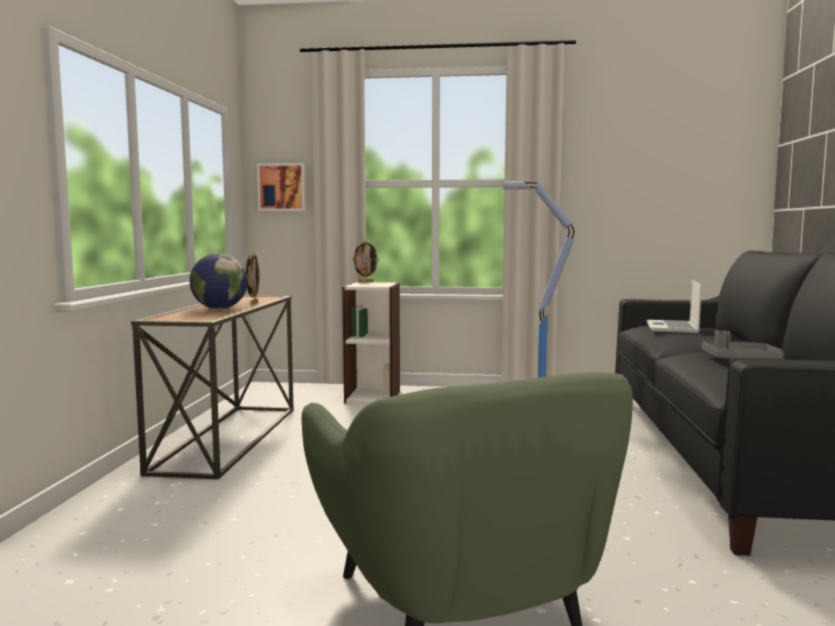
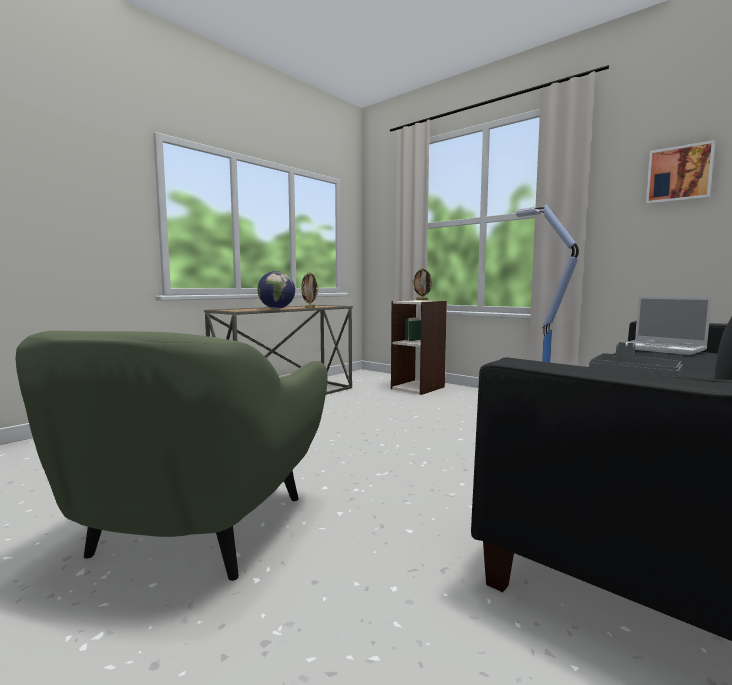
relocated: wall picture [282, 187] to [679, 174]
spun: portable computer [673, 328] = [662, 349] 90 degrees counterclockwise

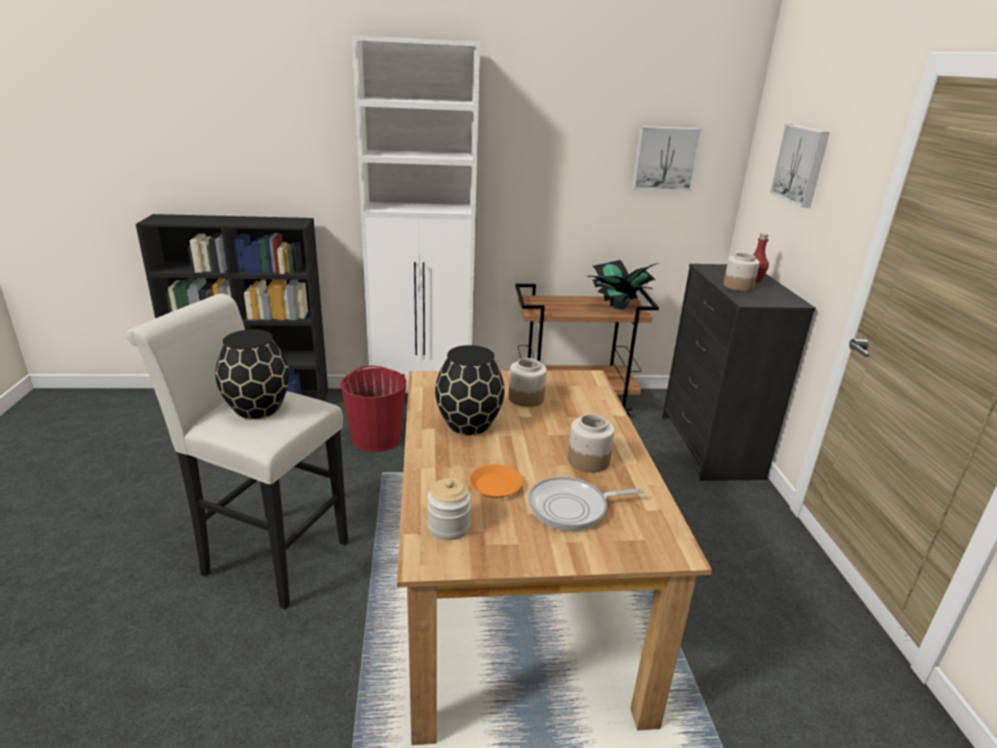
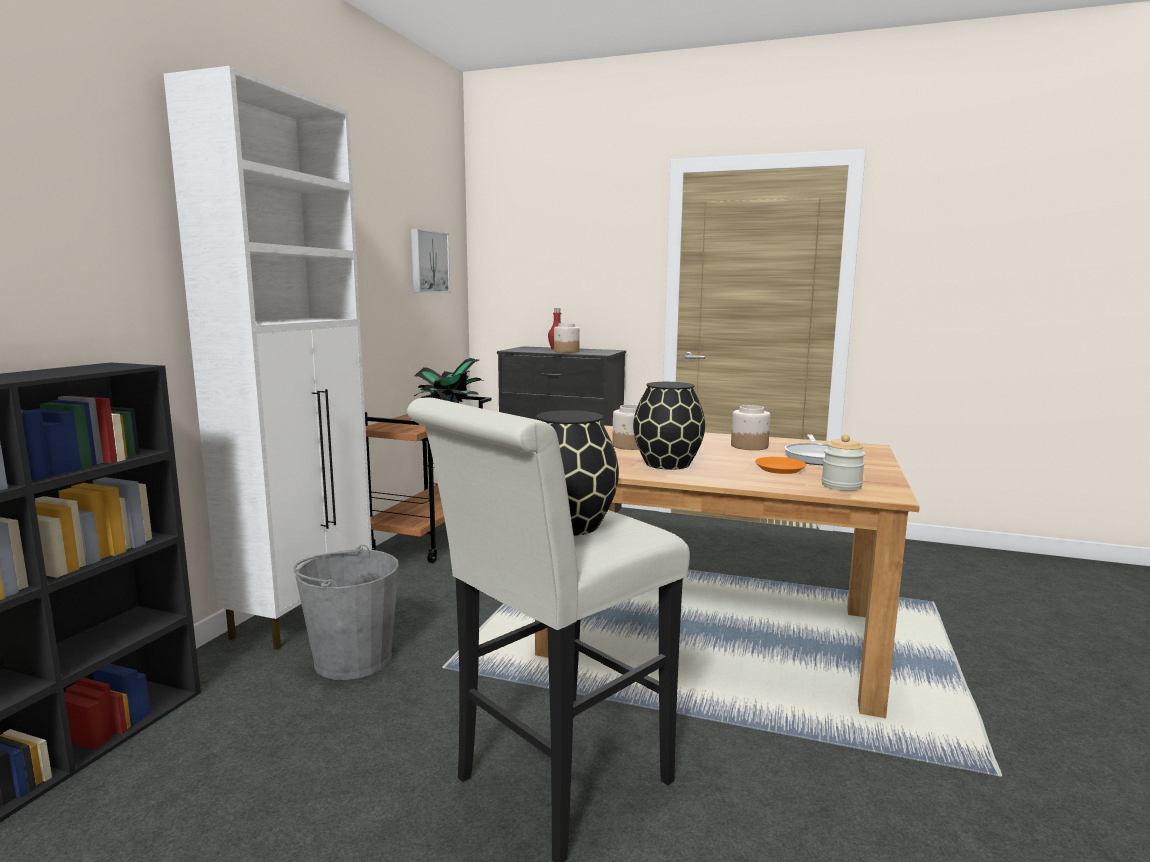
missing: wall picture [801, 165]
colour: red water bucket [376, 438] to gray water bucket [352, 659]

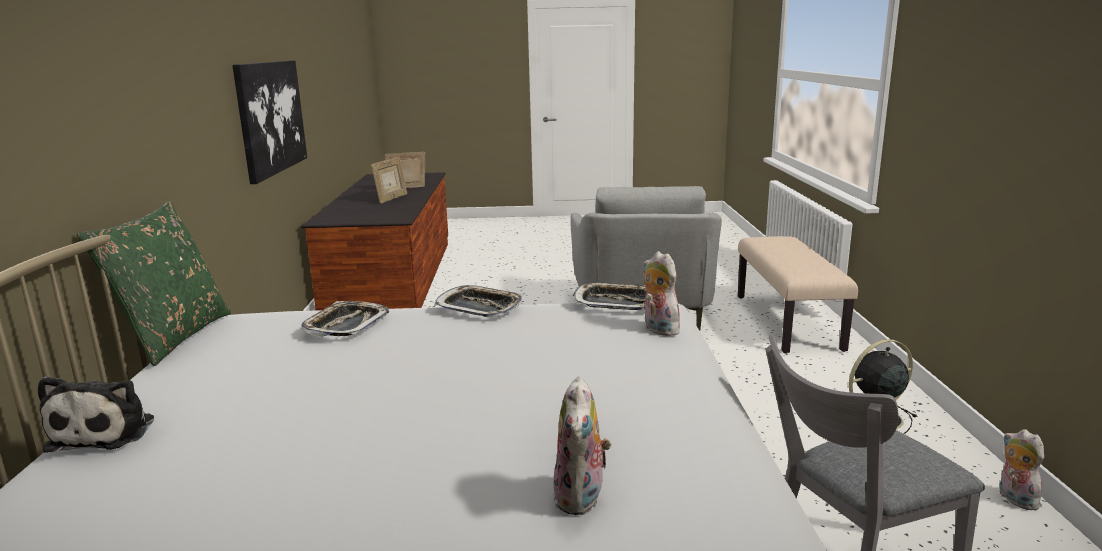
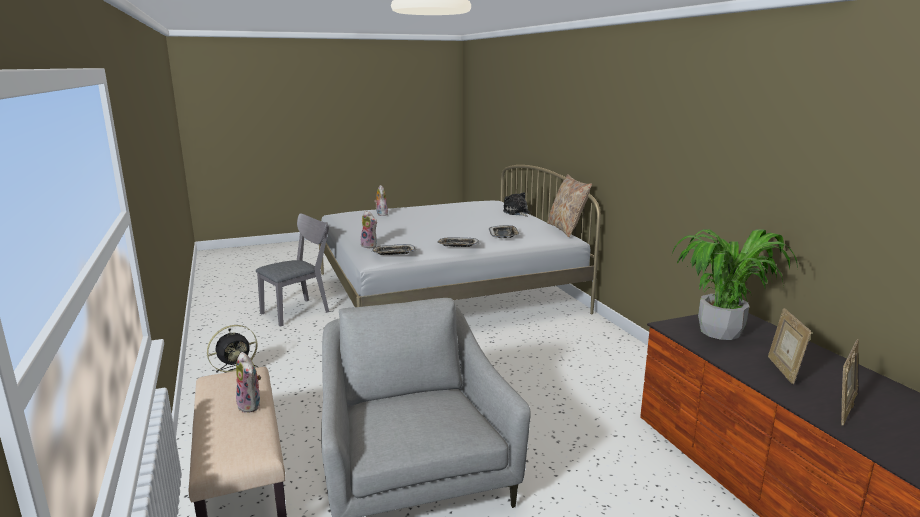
missing: wall picture [271, 117]
appeared: plant in a pot [720, 331]
relocated: soft toy [1014, 499] to [251, 405]
colour: greenish cushion [173, 337] to beige-coloured cushion [566, 229]

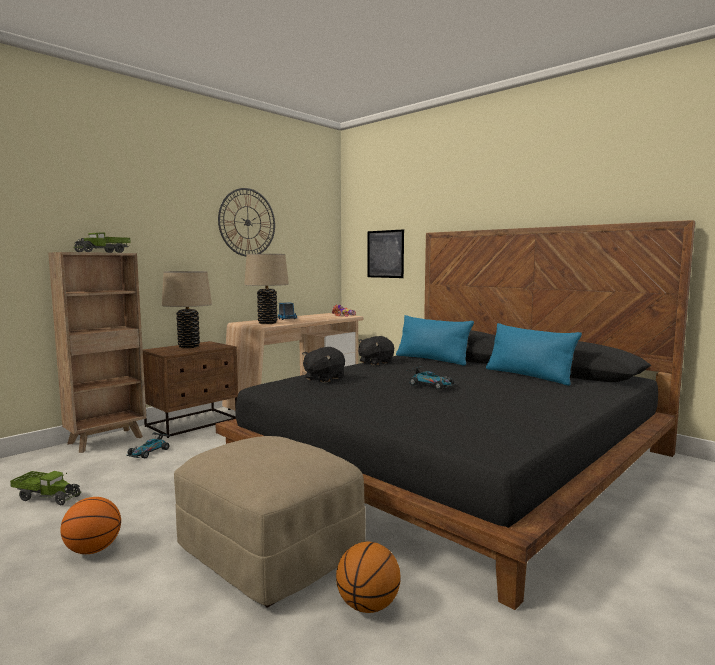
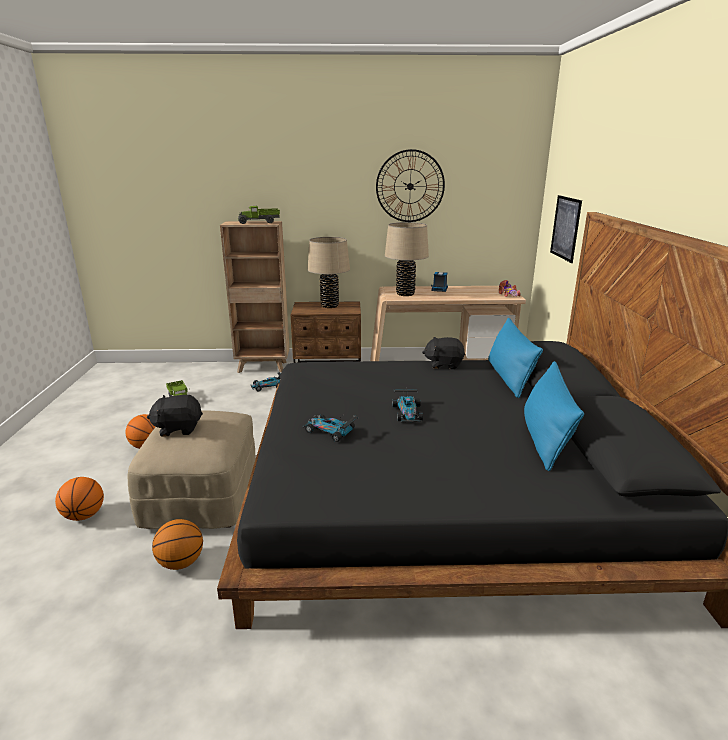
appeared: miniature car [330, 431]; basketball ball [84, 515]
relocated: blackish soft toy [323, 378] to [178, 428]

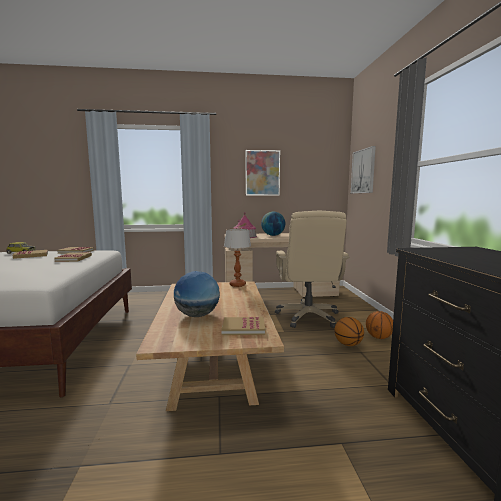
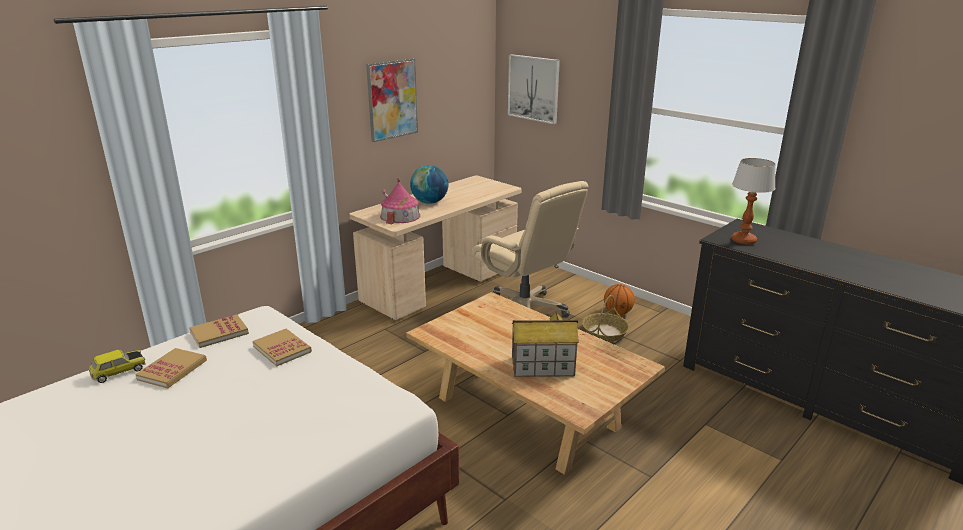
missing: bound book [243, 328]
relocated: lamp for a table [237, 285] to [743, 241]
exchanged: globe [197, 315] to toy house [542, 366]; basketball ball [348, 344] to storage basket [605, 333]

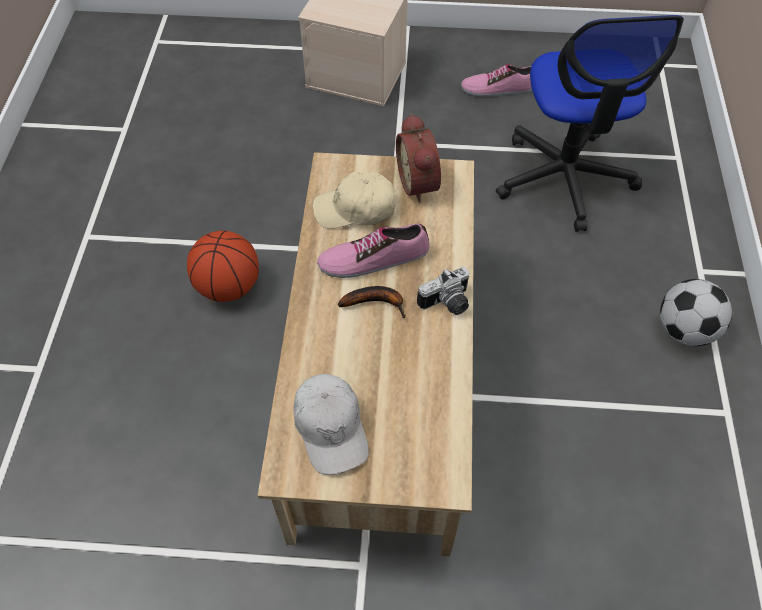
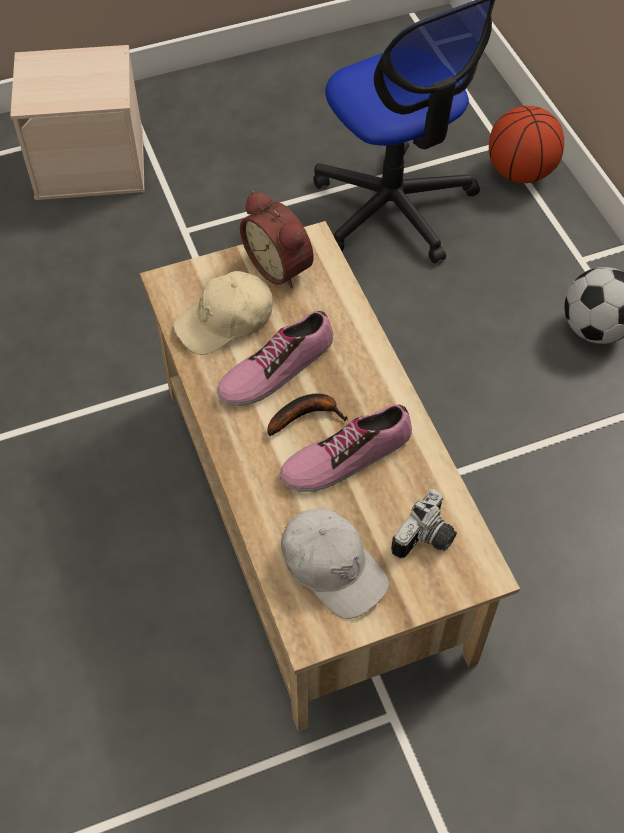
relocated: item of footwear [498, 88] to [346, 456]; basketball ball [229, 287] to [520, 173]; photo camera [447, 304] to [427, 539]

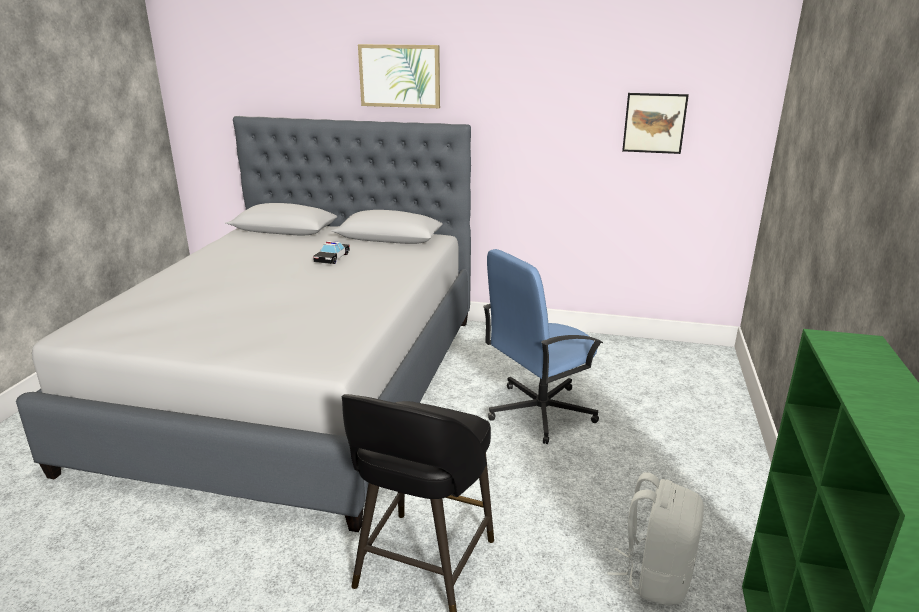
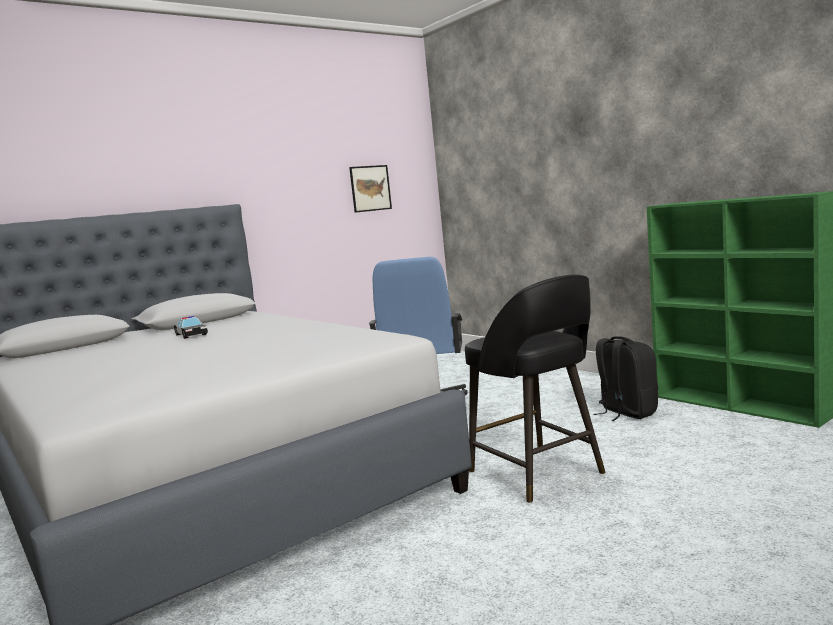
missing: wall picture [400, 76]
colour: white knapsack [655, 576] to blackish knapsack [626, 413]

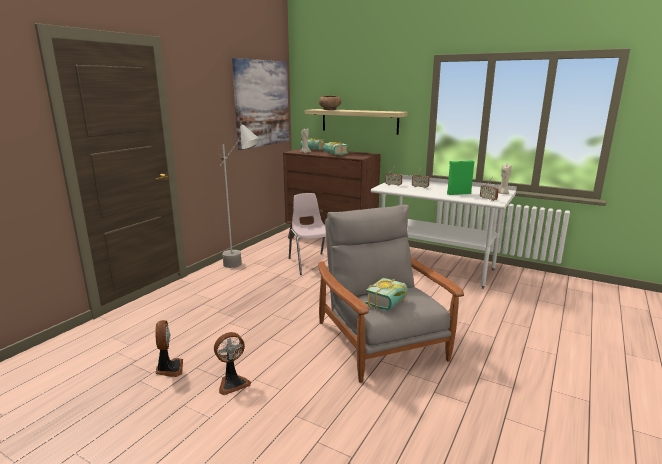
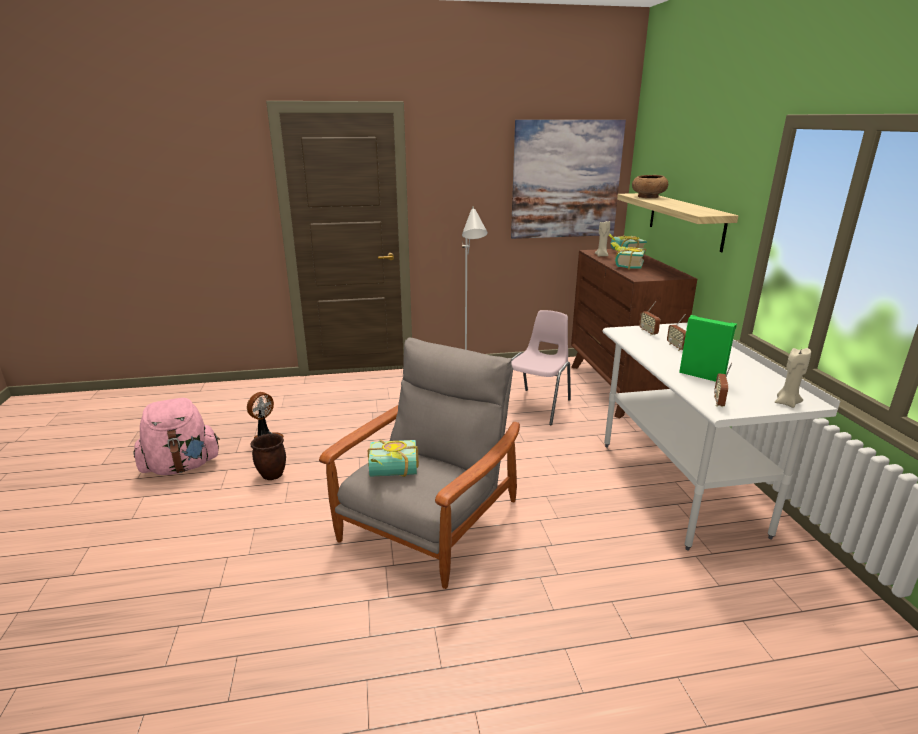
appeared: pink-coloured knapsack [181, 466]
exchanged: fan [232, 383] to brownish flower pot [273, 475]

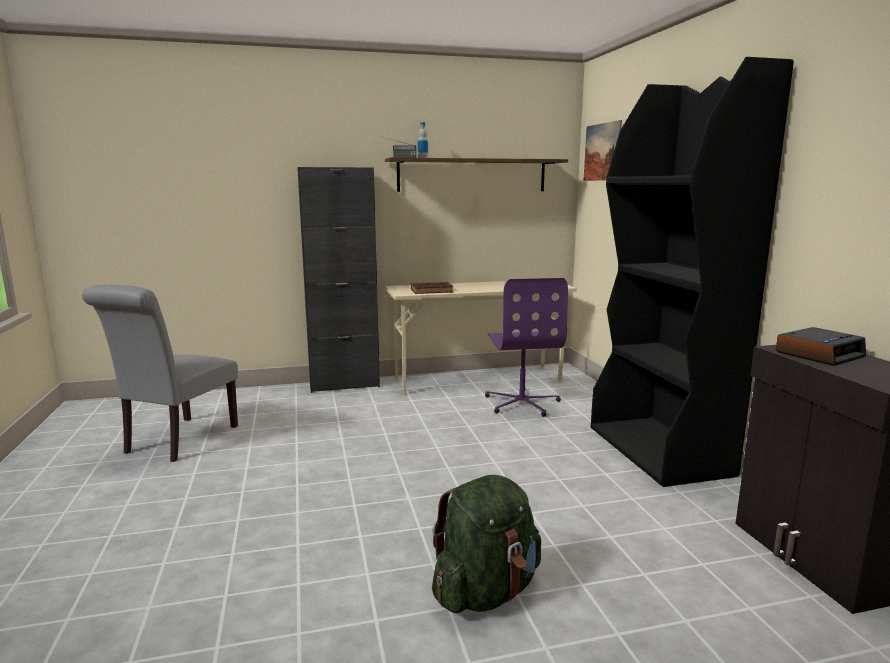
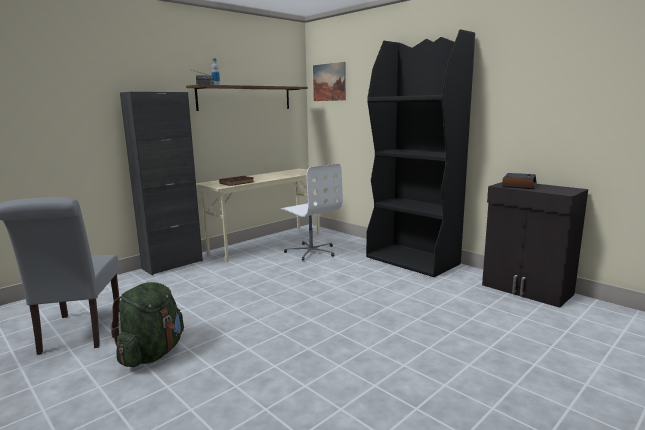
relocated: greenish knapsack [486, 591] to [152, 354]
colour: purplish computer chair [522, 403] to white computer chair [311, 251]

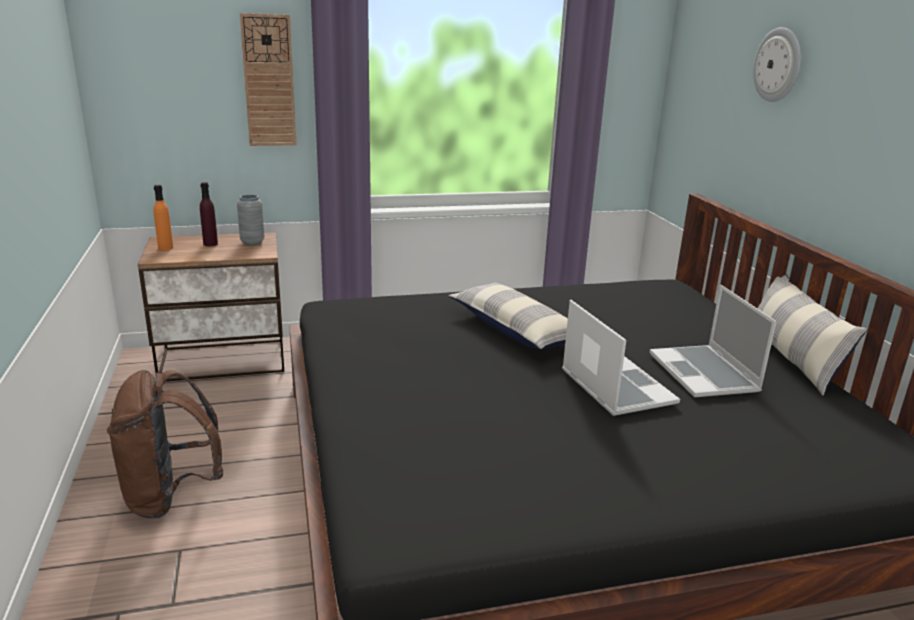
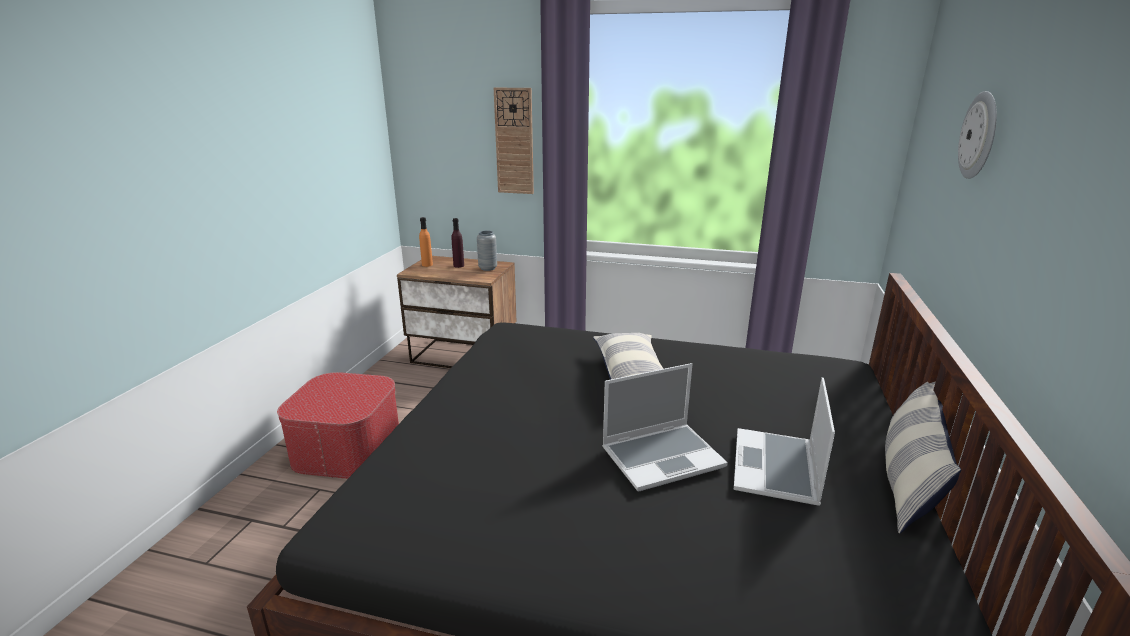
exchanged: brownish knapsack [170, 496] to footrest [347, 448]
spun: portable computer [615, 387] = [663, 457] 60 degrees clockwise

